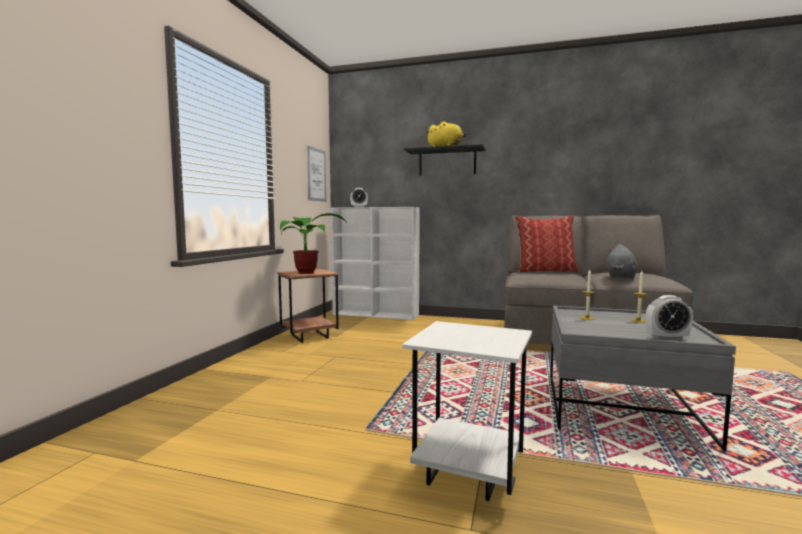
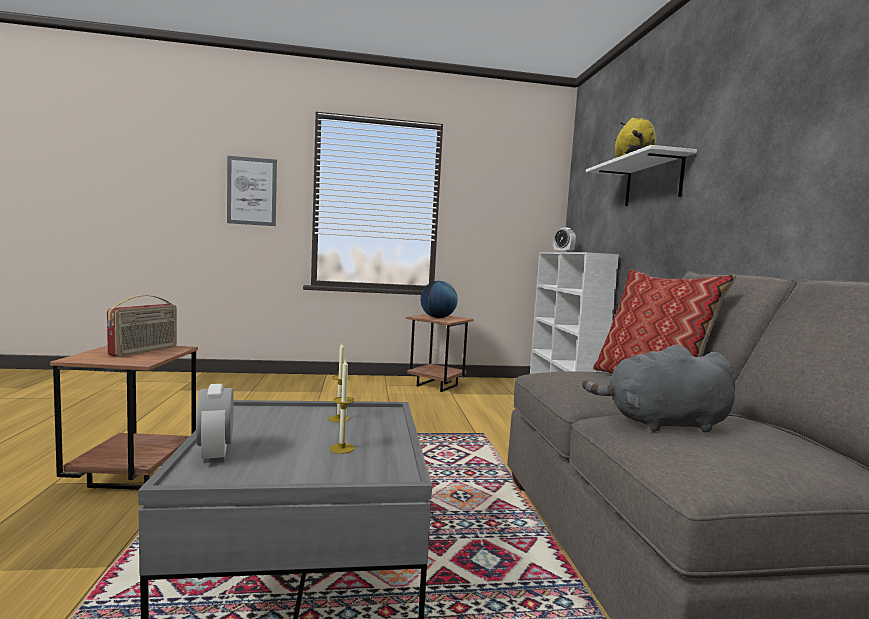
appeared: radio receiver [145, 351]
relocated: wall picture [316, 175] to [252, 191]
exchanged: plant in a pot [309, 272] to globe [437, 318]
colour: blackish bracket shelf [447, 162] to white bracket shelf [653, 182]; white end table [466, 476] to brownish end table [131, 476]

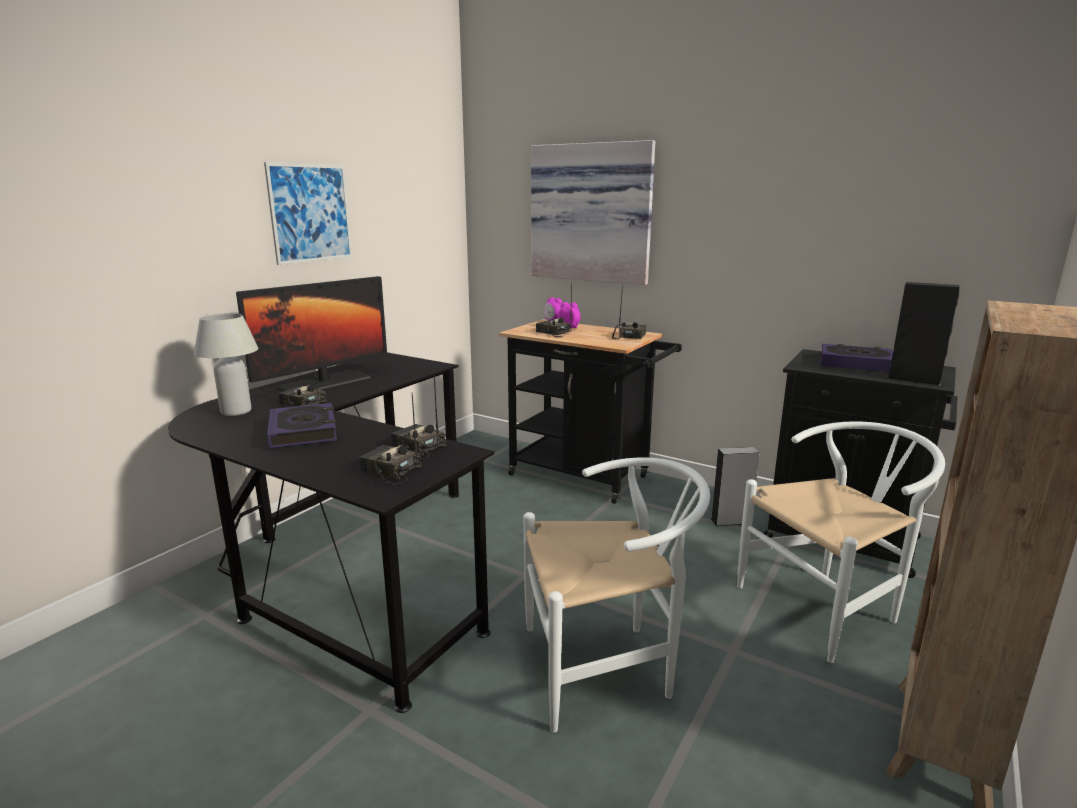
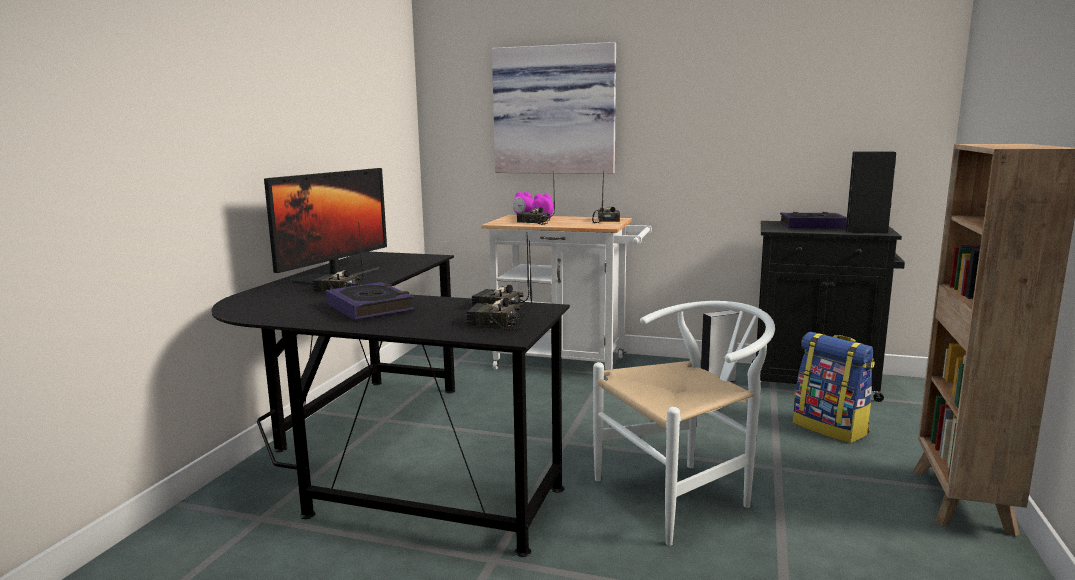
missing: wall picture [310, 213]; white lamp for a table [236, 412]
exchanged: white plain chair [828, 606] to knapsack [831, 428]
colour: blackish trolley [586, 477] to white trolley [568, 363]

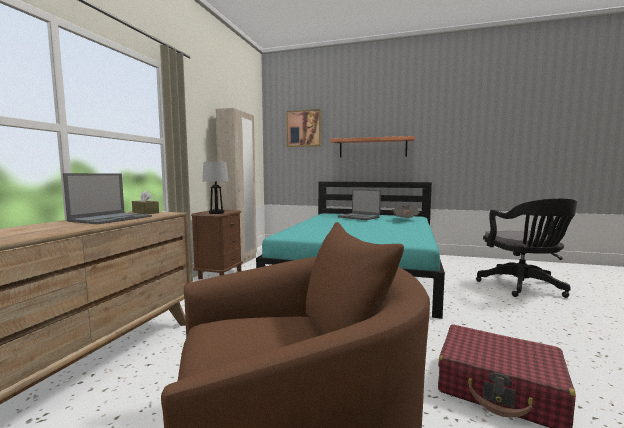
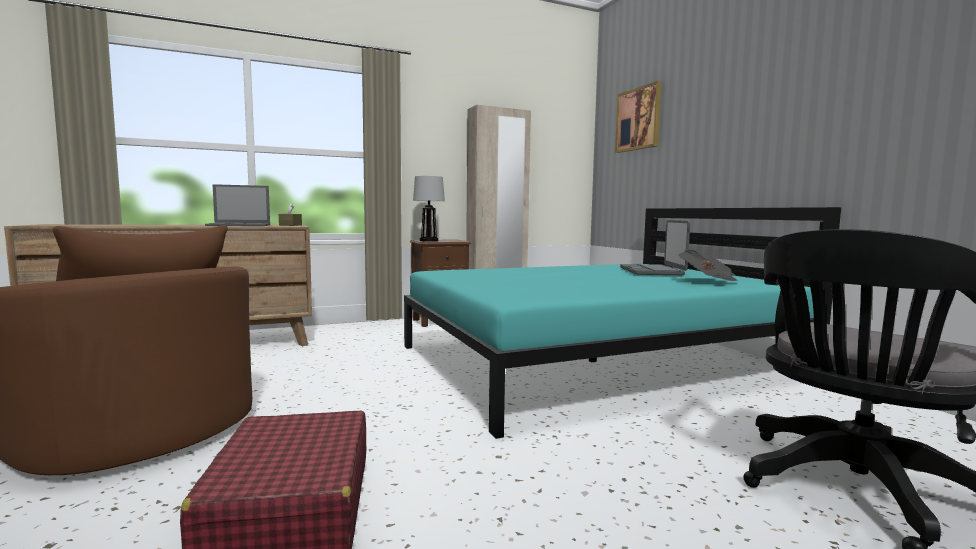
missing: bracket shelf [372, 147]

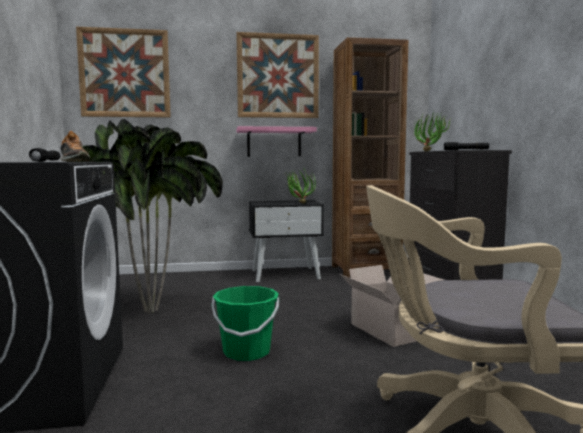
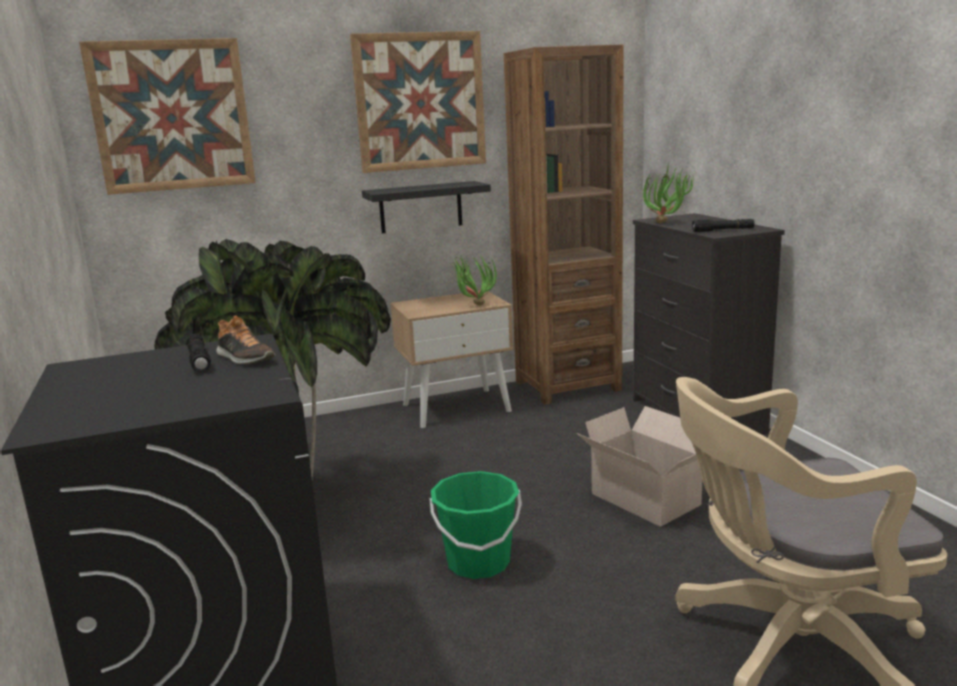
colour: pink-coloured bracket shelf [274, 142] to blackish bracket shelf [421, 207]; blackish nightstand [285, 274] to beige-coloured nightstand [457, 407]

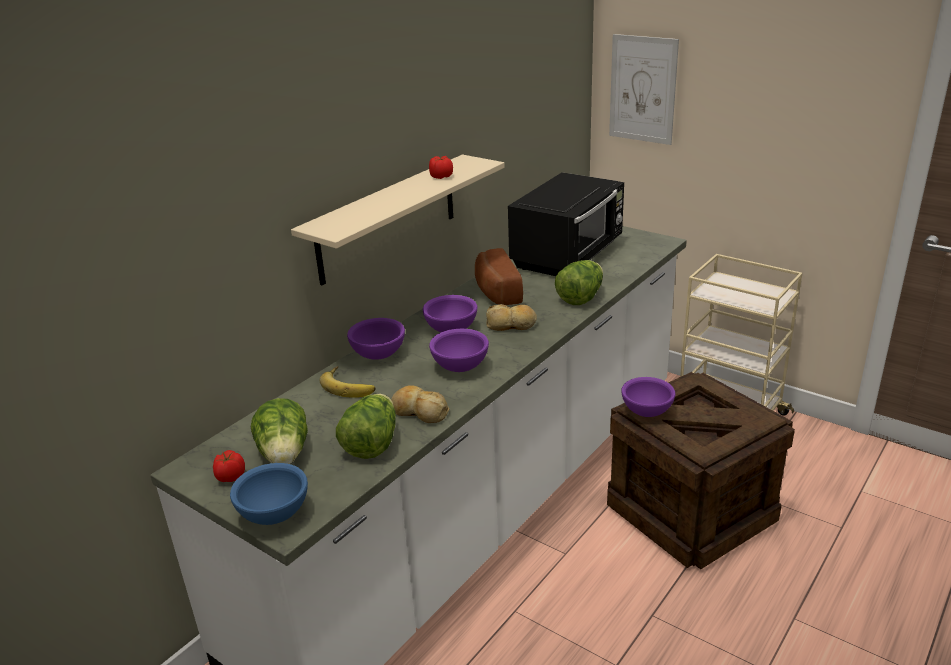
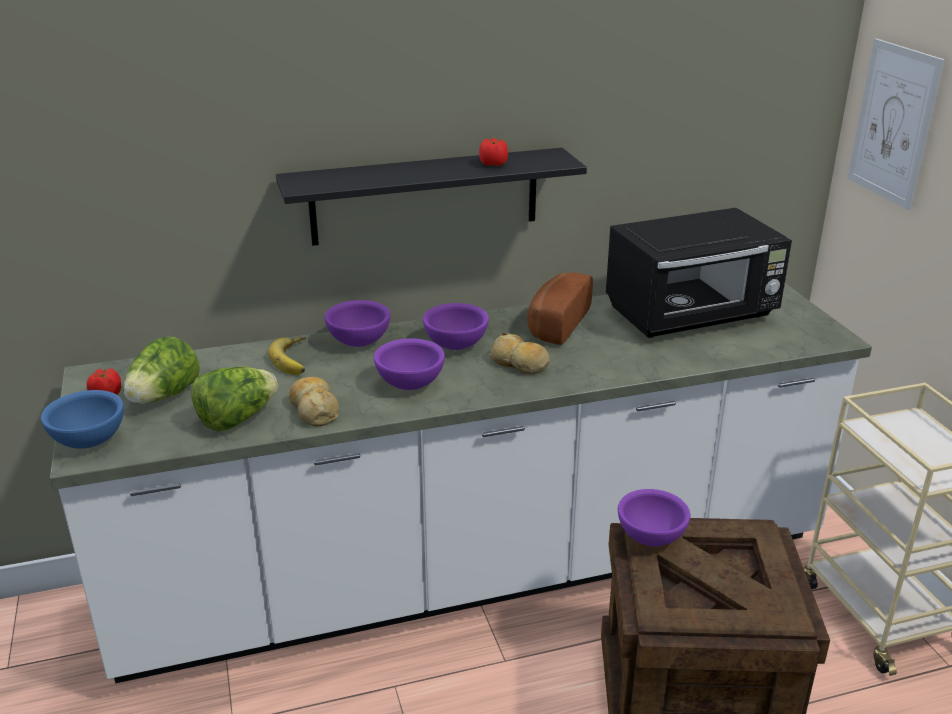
missing: lettuce [581, 297]
colour: beige-coloured bracket shelf [388, 218] to blackish bracket shelf [425, 196]

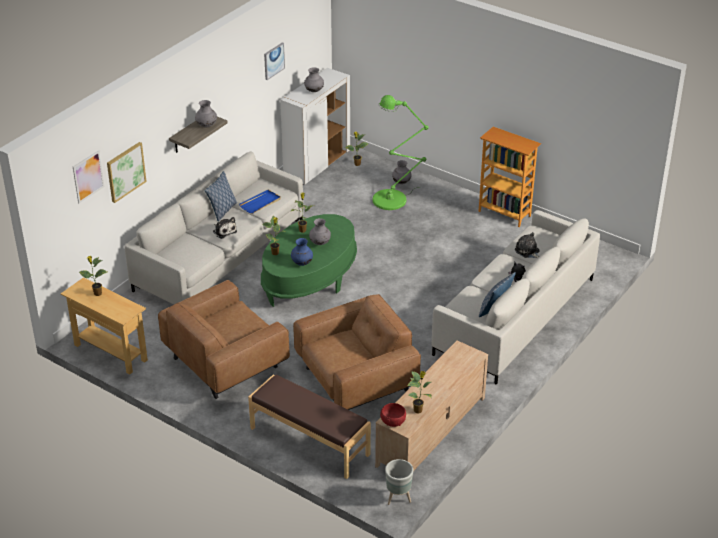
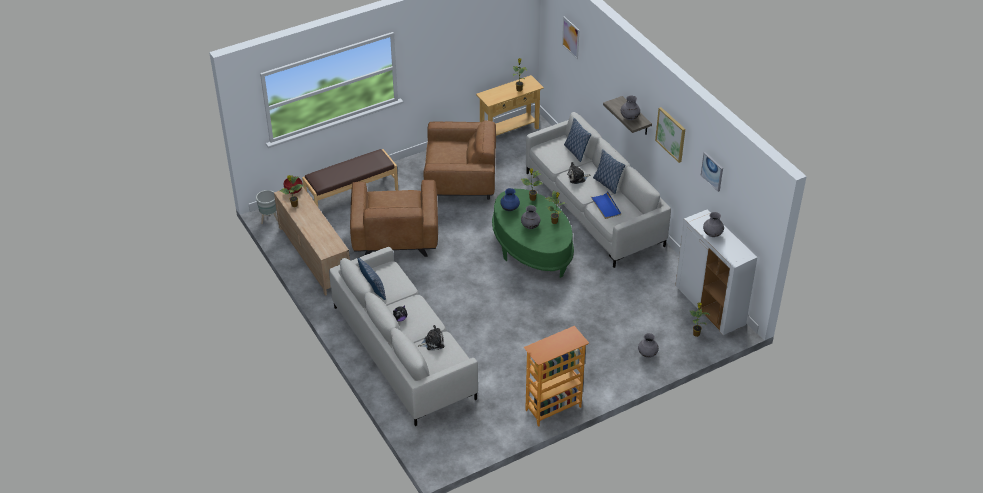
missing: greenish standard lamp [393, 199]
appeared: cushion [576, 152]
relocated: wall picture [125, 171] to [671, 134]
spun: brownish lounge chair [225, 362] = [461, 180] 105 degrees clockwise

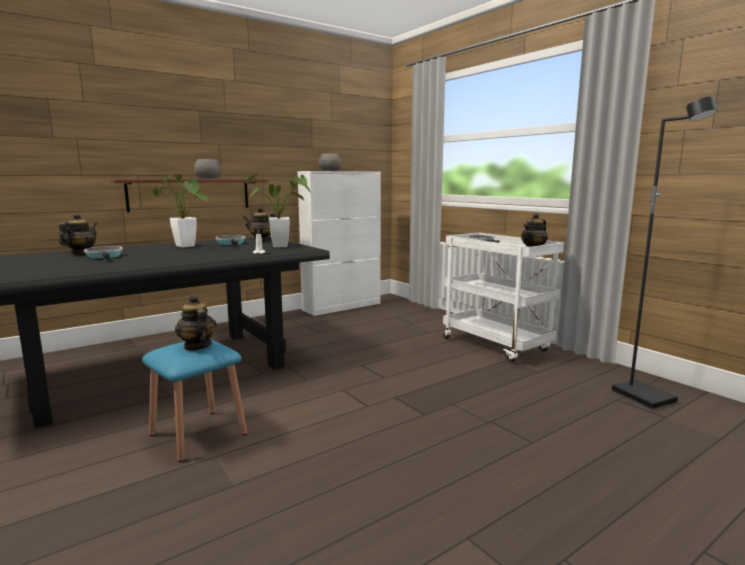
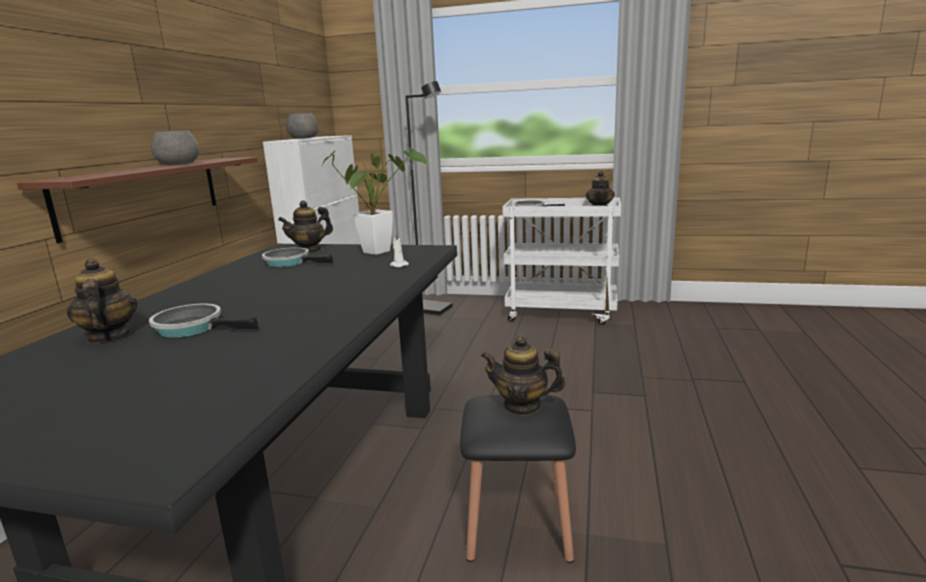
missing: plant in a pot [187, 246]
relocated: blackish standard lamp [644, 396] to [432, 309]
colour: blue sitting stool [198, 434] to blackish sitting stool [518, 524]

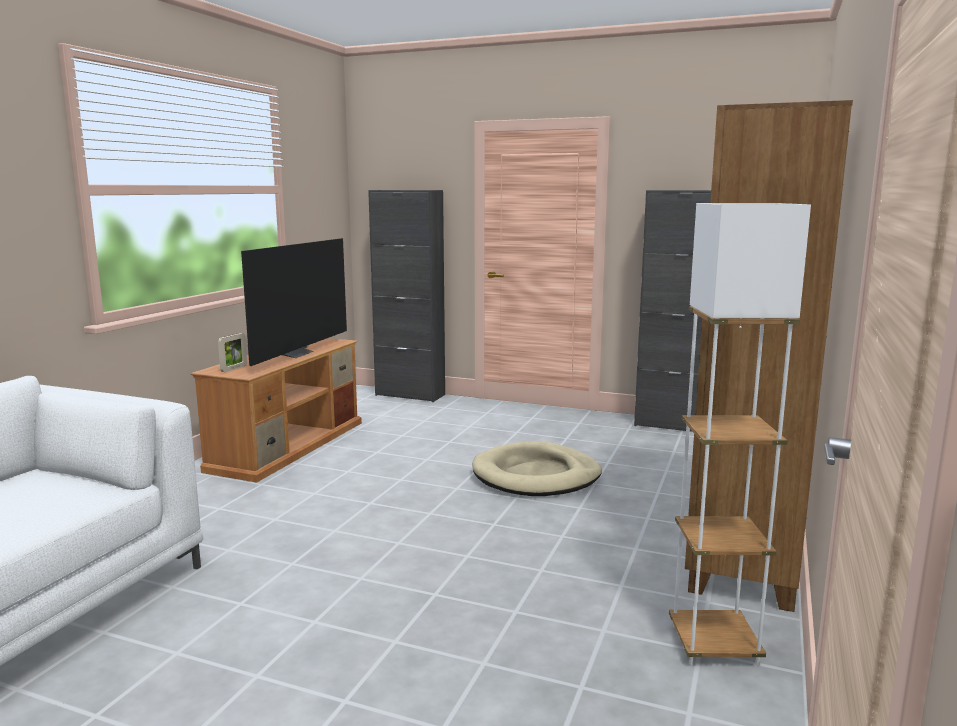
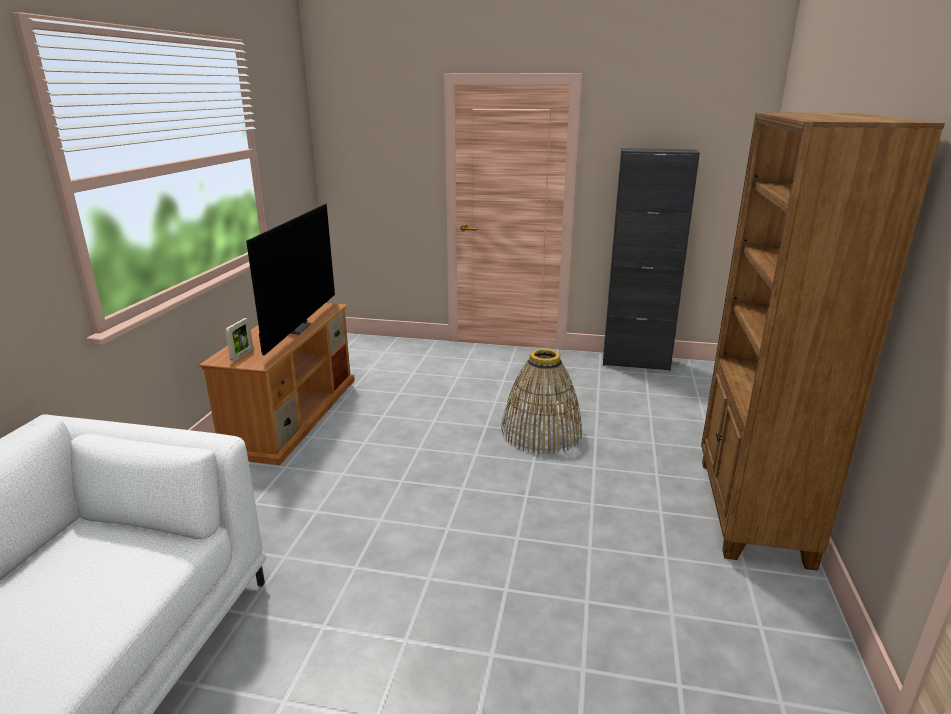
missing: blackish cabinet [410, 395]; white standard lamp [714, 644]
exchanged: beige-coloured pet bed [536, 475] to storage basket [541, 432]

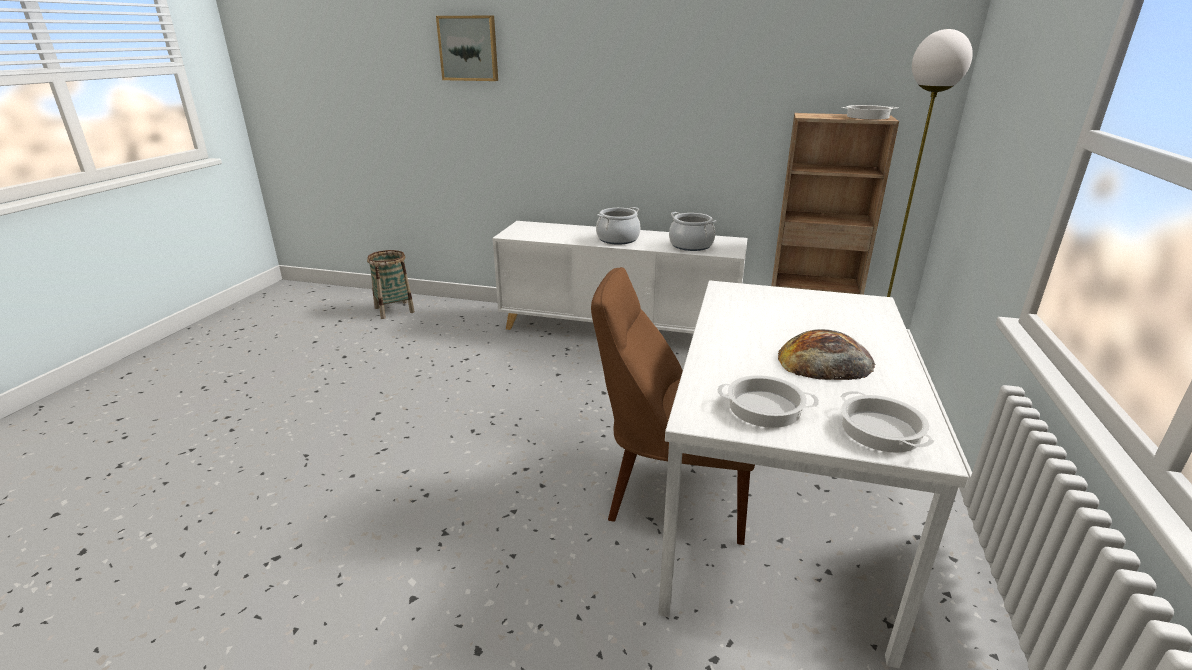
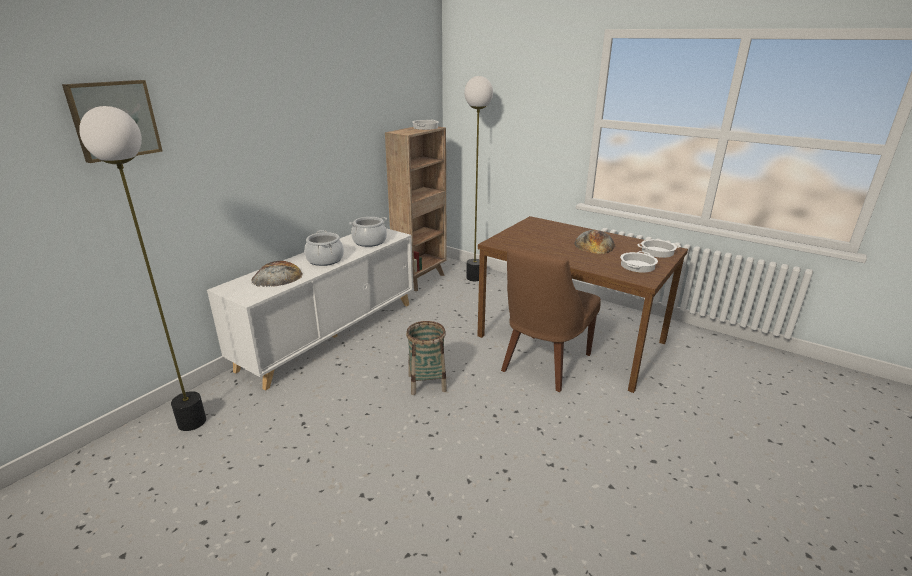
appeared: standard lamp [192, 421]; bread [277, 277]
relocated: storage basket [394, 310] to [427, 383]
colour: white dining table [776, 516] to brownish dining table [572, 339]

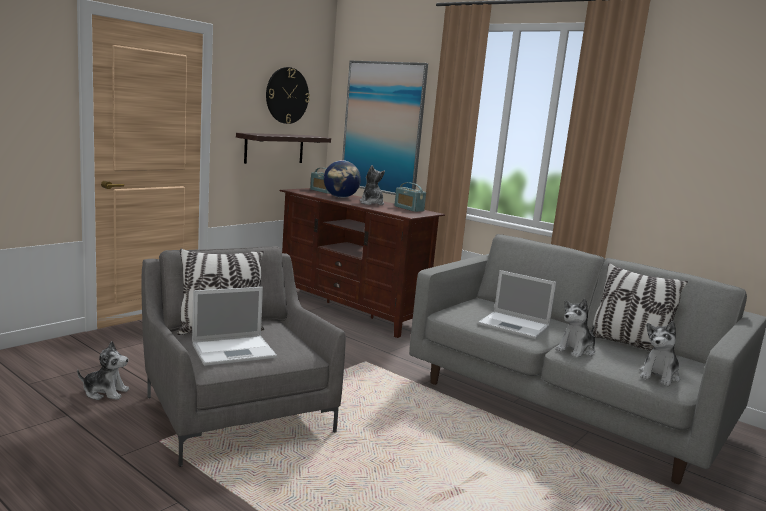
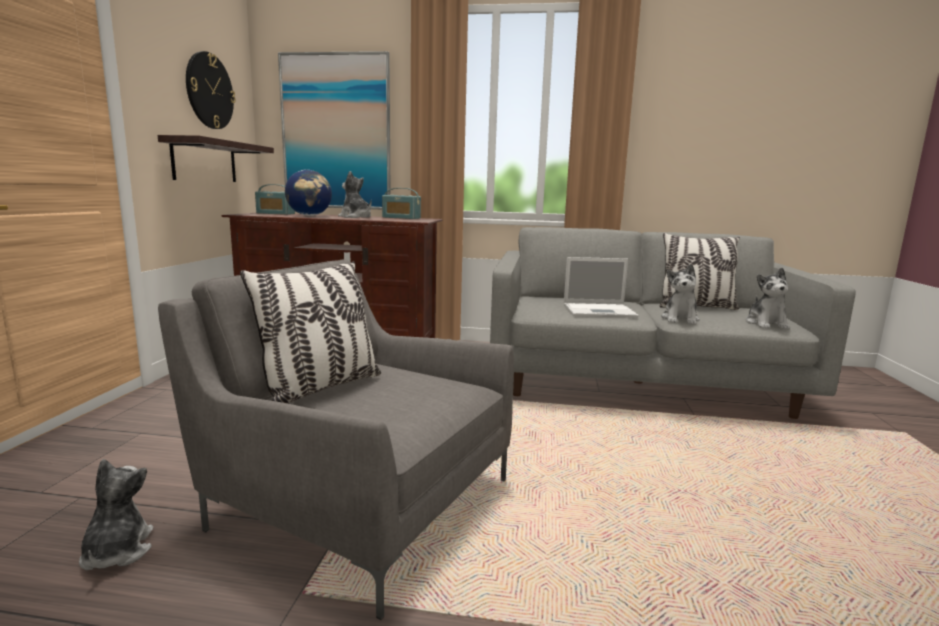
missing: portable computer [235, 350]
spun: soft toy [105, 392] = [117, 552] 75 degrees counterclockwise

